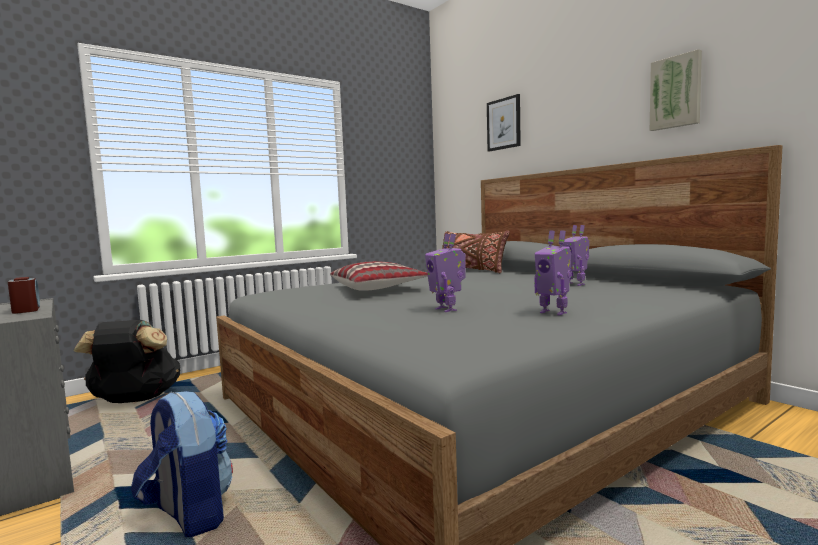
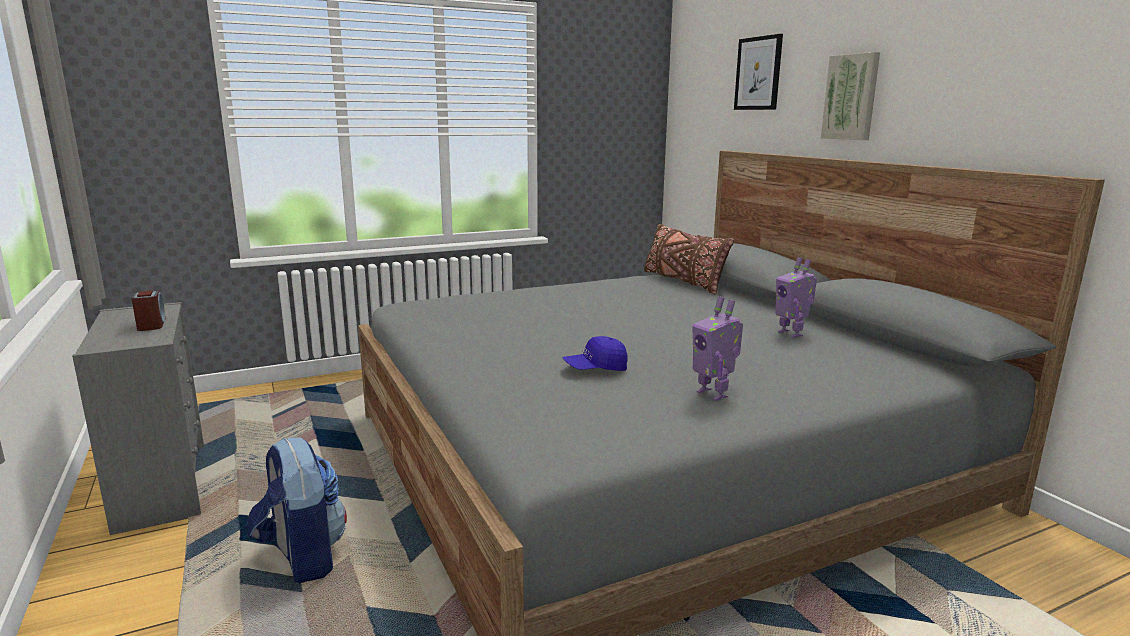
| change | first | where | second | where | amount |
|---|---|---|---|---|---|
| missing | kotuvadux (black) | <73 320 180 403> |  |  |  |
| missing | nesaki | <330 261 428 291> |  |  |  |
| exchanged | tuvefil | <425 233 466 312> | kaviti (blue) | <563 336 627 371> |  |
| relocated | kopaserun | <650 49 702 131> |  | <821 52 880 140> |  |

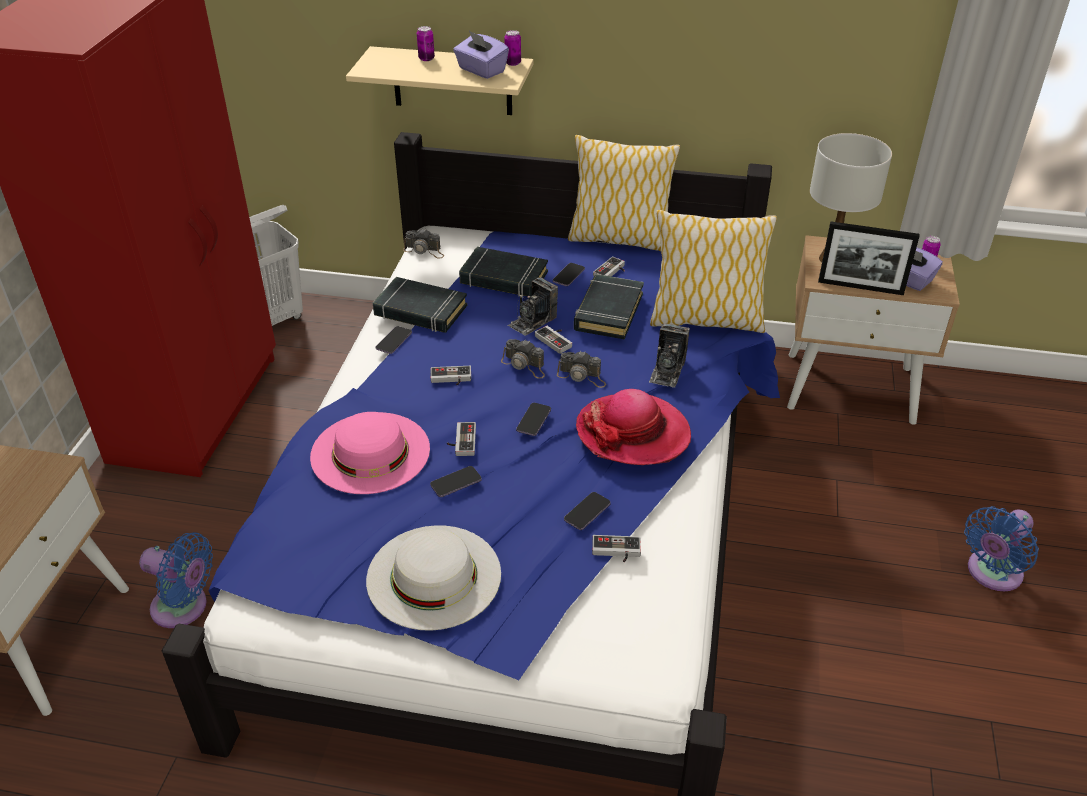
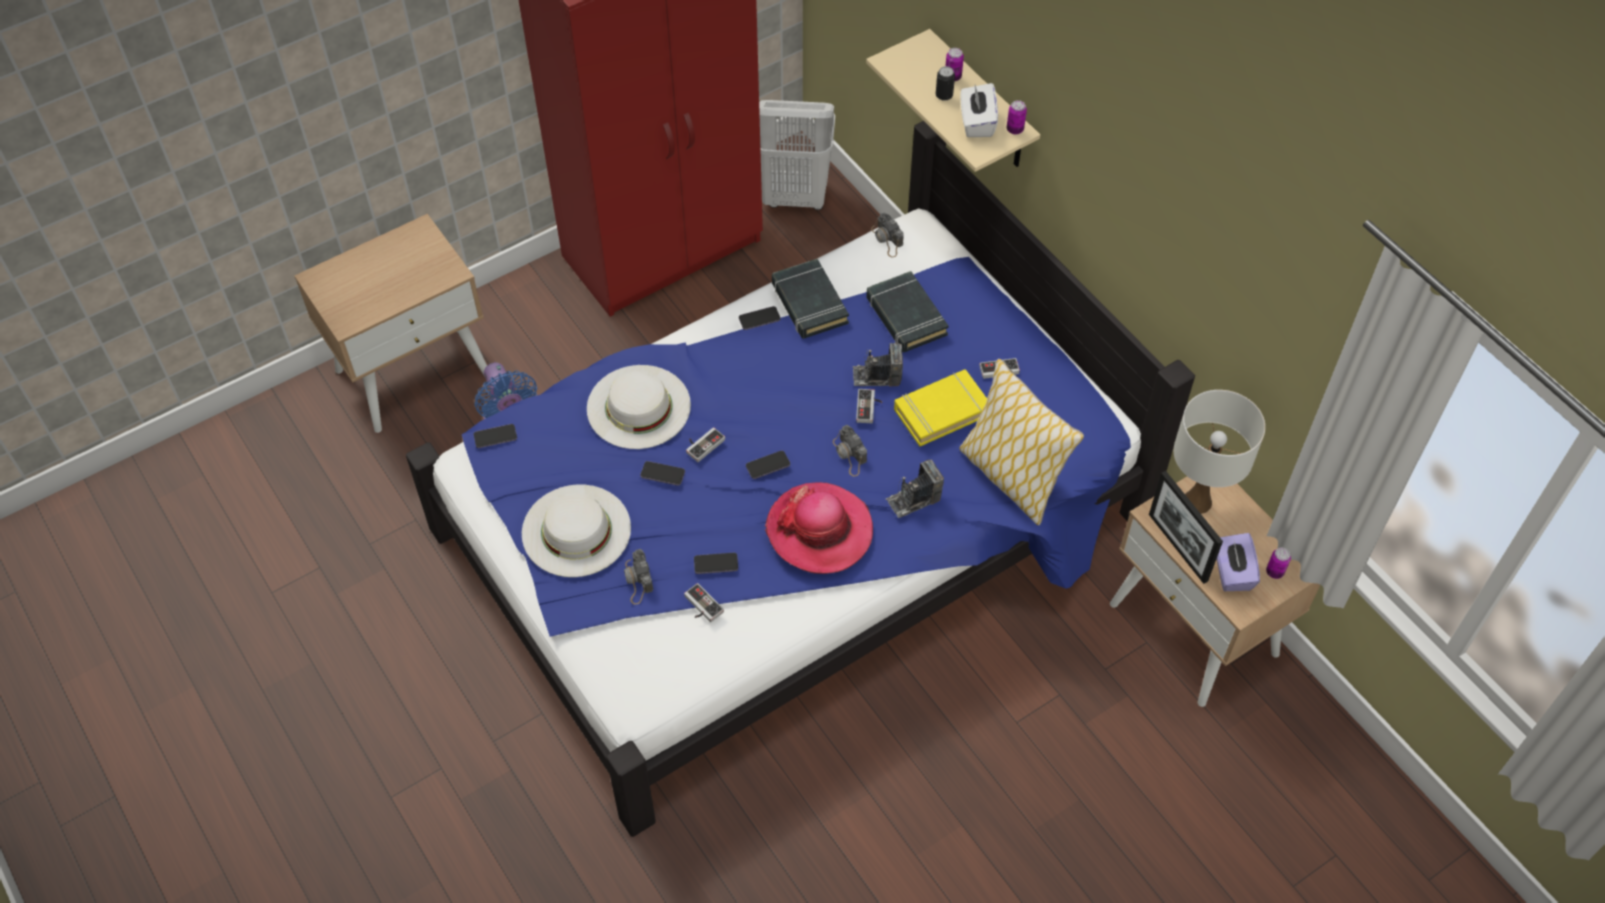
| change | first | where | second | where | amount |
|---|---|---|---|---|---|
| colour | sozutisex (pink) | <310 412 430 494> | sozutisex (white) | <587 365 691 449> |  |
| missing | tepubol | <430 366 471 385> |  |  |  |
| colour | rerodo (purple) | <453 31 509 79> | rerodo (white) | <960 83 998 137> |  |
| relocated | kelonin | <501 339 545 379> |  | <624 549 653 605> |  |
| relocated | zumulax | <553 263 585 286> |  | <474 424 517 448> |  |
| missing | nesaki | <568 135 680 251> |  |  |  |
| colour | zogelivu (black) | <574 274 644 340> | zogelivu (yellow) | <894 369 987 446> |  |
| missing | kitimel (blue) | <964 506 1039 591> |  |  |  |
| appeared |  |  | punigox | <936 66 955 101> |  |

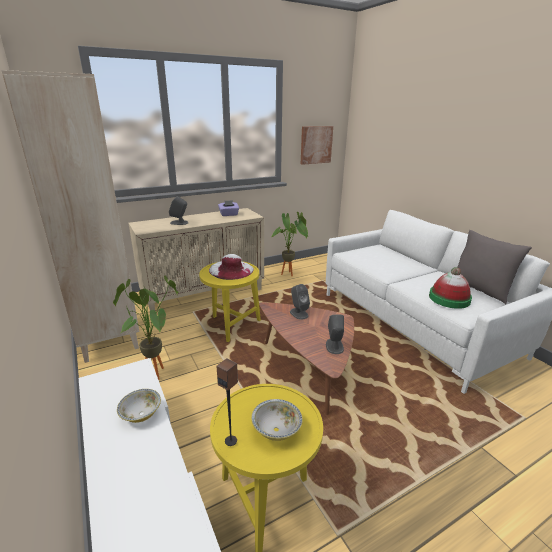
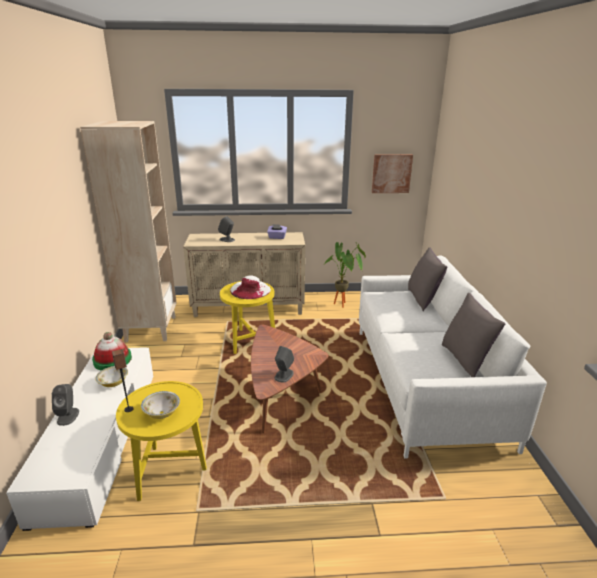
| change | first | where | second | where | amount |
|---|---|---|---|---|---|
| missing | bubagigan | <113 276 178 380> |  |  |  |
| relocated | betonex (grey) | <290 284 310 320> |  | <52 384 79 426> |  |
| relocated | sozutisex | <429 267 472 309> |  | <92 332 132 371> |  |
| appeared |  |  | nesaki (grey) | <408 247 447 311> |  |

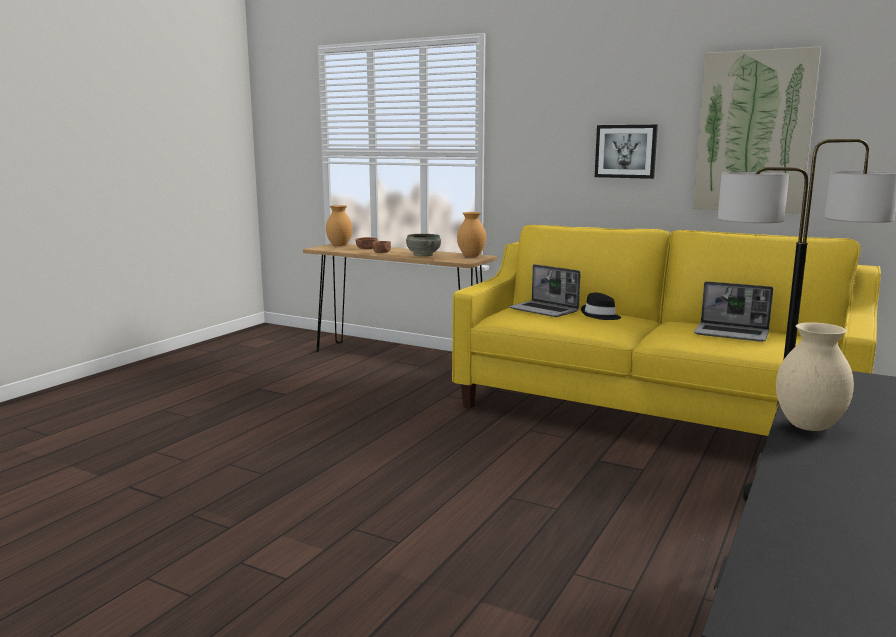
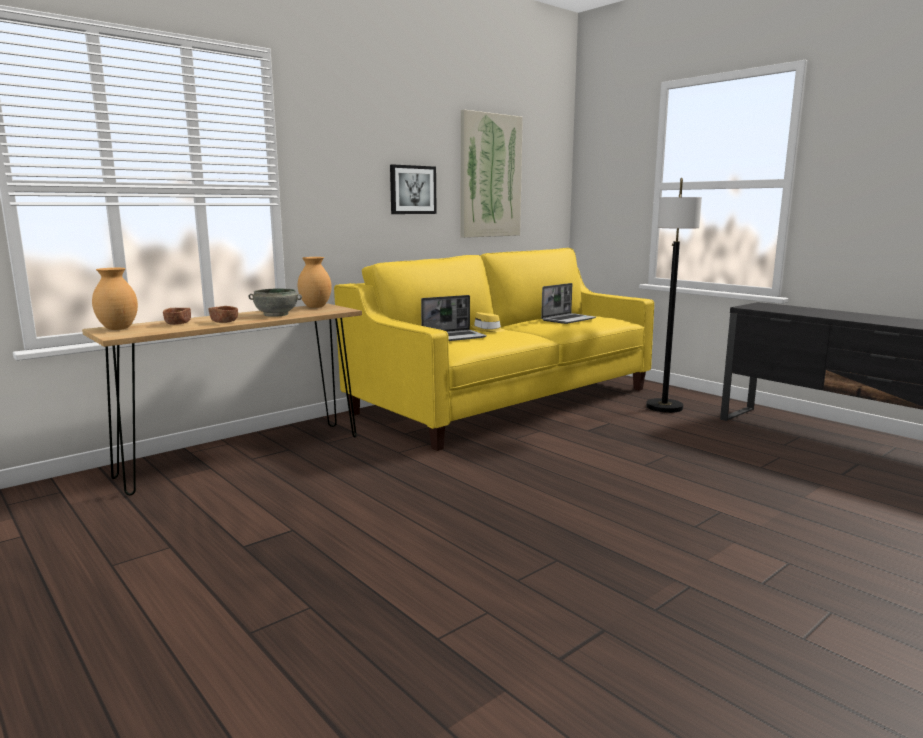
| change | first | where | second | where | amount |
|---|---|---|---|---|---|
| colour | sozutisex (black) | <581 292 621 320> | sozutisex (yellow) | <471 312 505 332> |  |
| missing | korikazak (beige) | <776 322 854 431> |  |  |  |

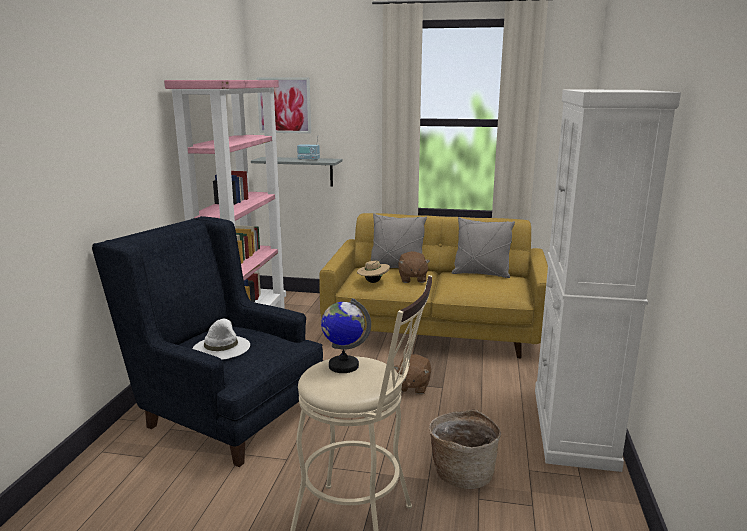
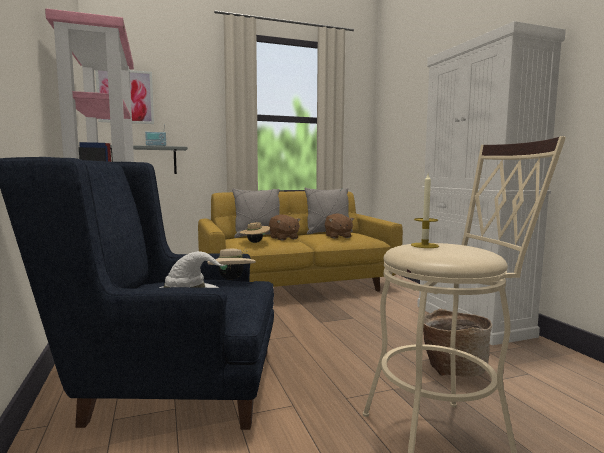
| change | first | where | second | where | amount |
|---|---|---|---|---|---|
| exchanged | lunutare | <321 298 371 373> | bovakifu | <411 174 439 248> |  |
| relocated | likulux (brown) | <394 354 431 394> |  | <325 213 354 239> |  |
| appeared |  |  | sozutisex (beige) | <207 248 256 280> |  |

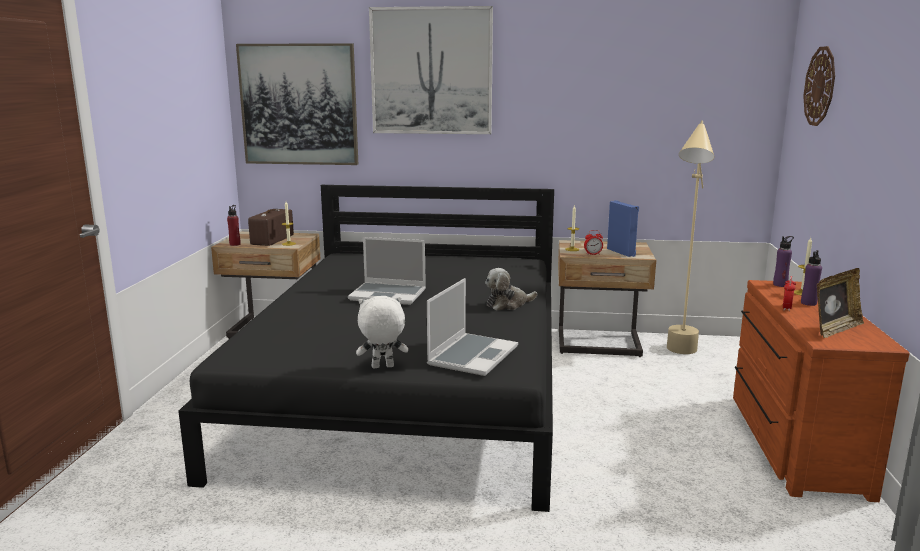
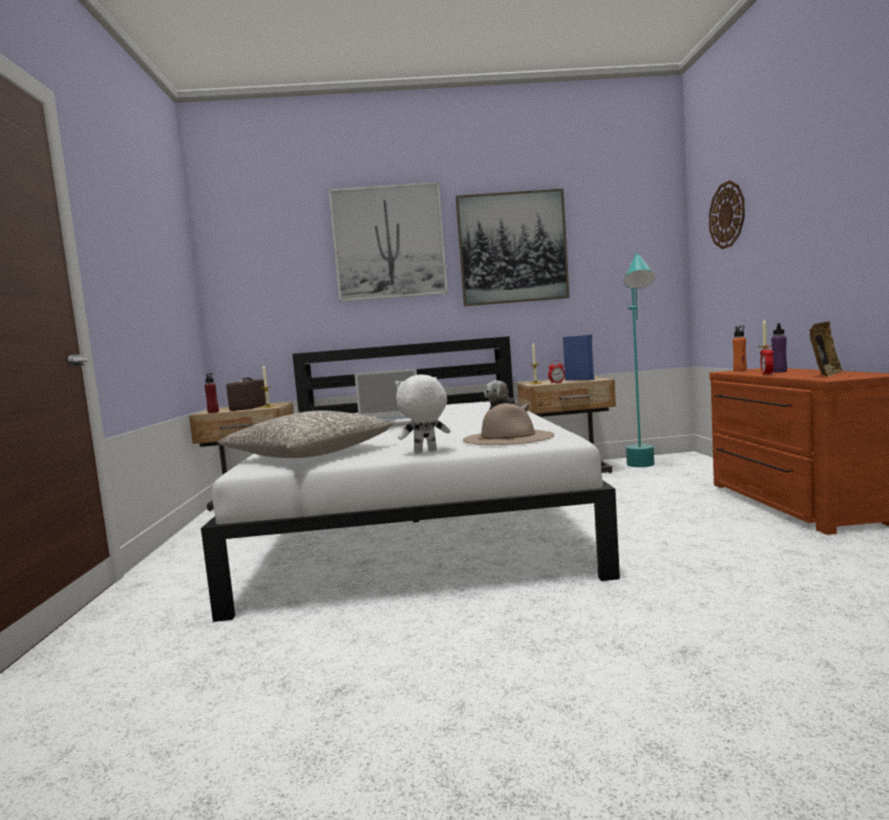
| change | first | where | second | where | amount |
|---|---|---|---|---|---|
| colour | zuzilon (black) | <178 185 554 512> | zuzilon (white) | <201 336 620 622> |  |
| relocated | kopaserun | <236 43 358 165> |  | <456 189 569 306> |  |
| exchanged | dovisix | <427 278 518 376> | sozutisex (beige) | <463 403 554 445> |  |
| colour | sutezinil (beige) | <667 120 715 354> | sutezinil (turquoise) | <624 252 655 467> |  |
| colour | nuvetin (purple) | <773 236 794 287> | nuvetin (orange) | <733 326 747 371> |  |
| appeared |  |  | nesaki (grey) | <218 411 393 458> |  |

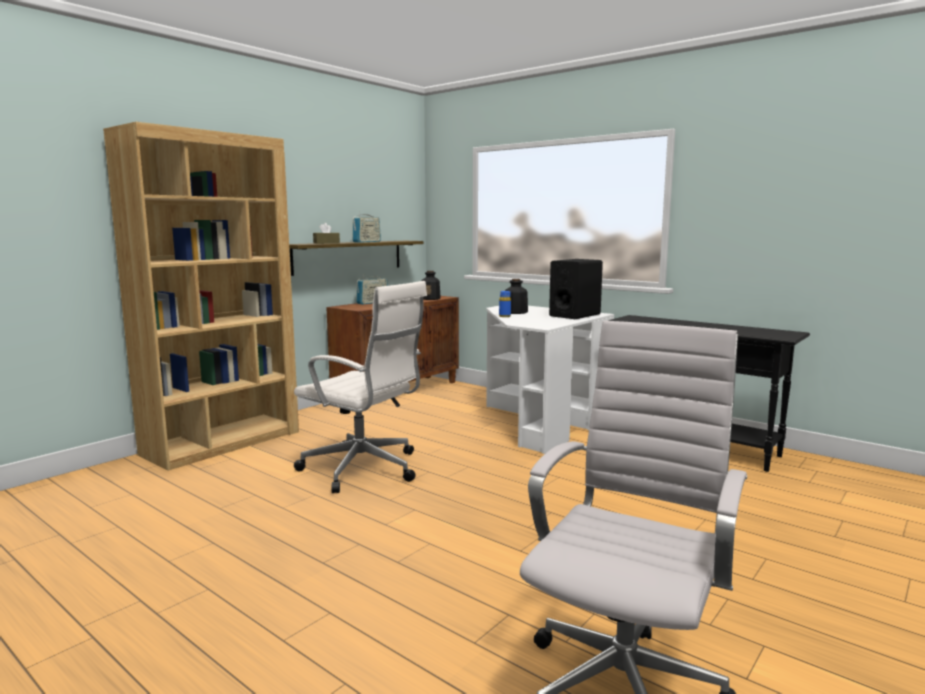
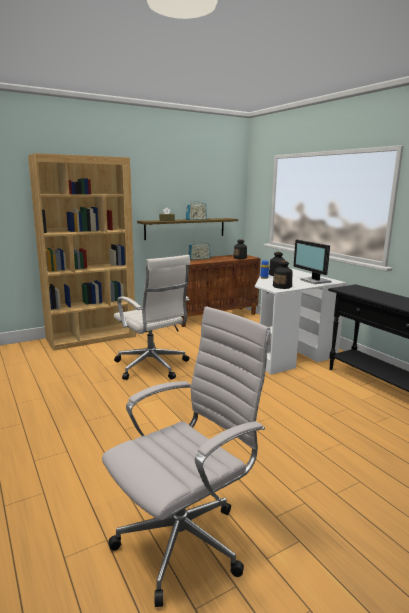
| change | first | where | second | where | amount |
|---|---|---|---|---|---|
| exchanged | betonex (black) | <549 259 603 319> | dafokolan | <293 240 331 284> |  |
| appeared |  |  | nuvetin | <273 261 292 289> |  |

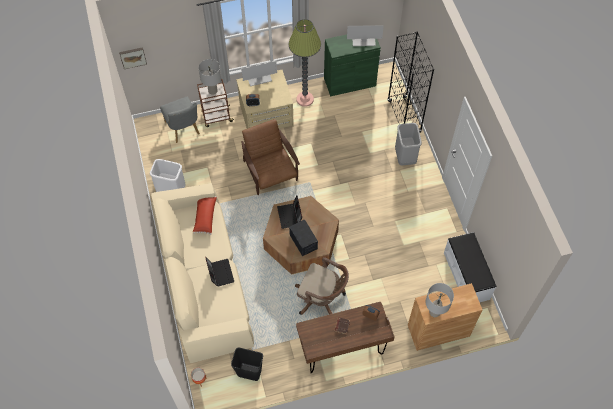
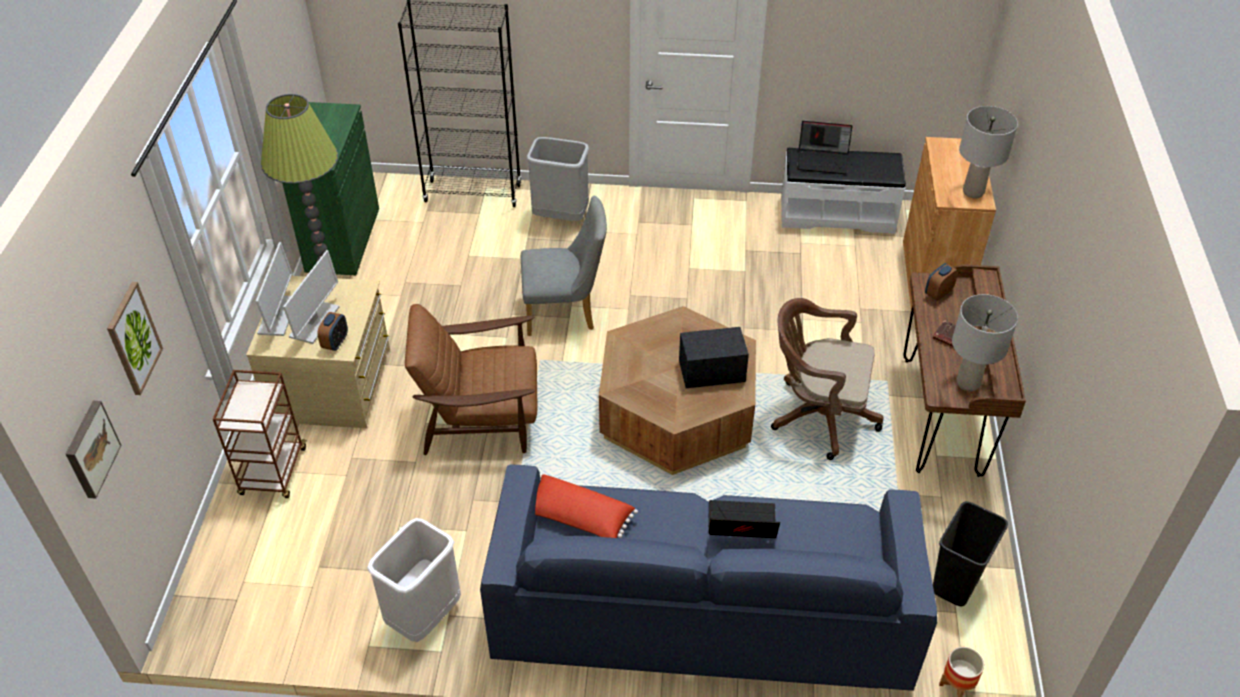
| change | first | where | second | where | amount |
|---|---|---|---|---|---|
| colour | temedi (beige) | <151 183 254 363> | temedi (blue) | <480 465 937 691> |  |
| relocated | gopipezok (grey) | <160 97 200 143> |  | <521 196 607 336> |  |
| relocated | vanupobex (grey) | <198 59 221 95> |  | <952 294 1018 391> |  |
| relocated | dovisix | <277 196 302 229> |  | <797 121 852 174> |  |
| spun | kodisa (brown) | <295 257 349 315> |  | <771 298 883 460> | 120 degrees counterclockwise |
| relocated | dafokolan | <347 25 384 46> |  | <283 250 339 344> |  |
| appeared |  |  | kopaserun | <107 282 163 395> |  |

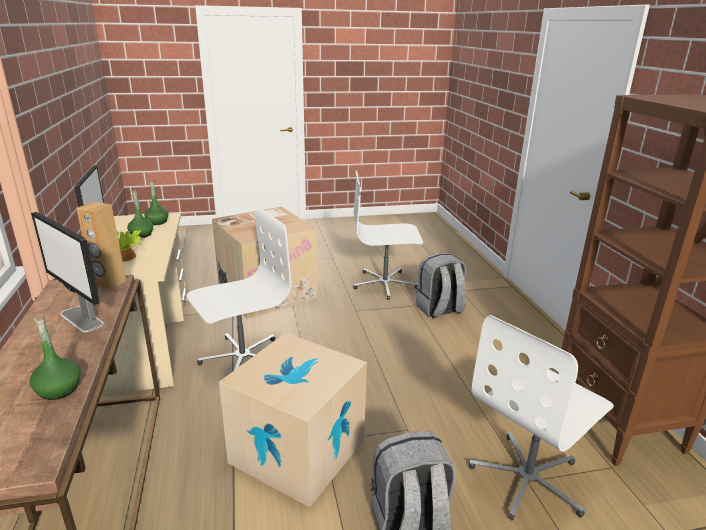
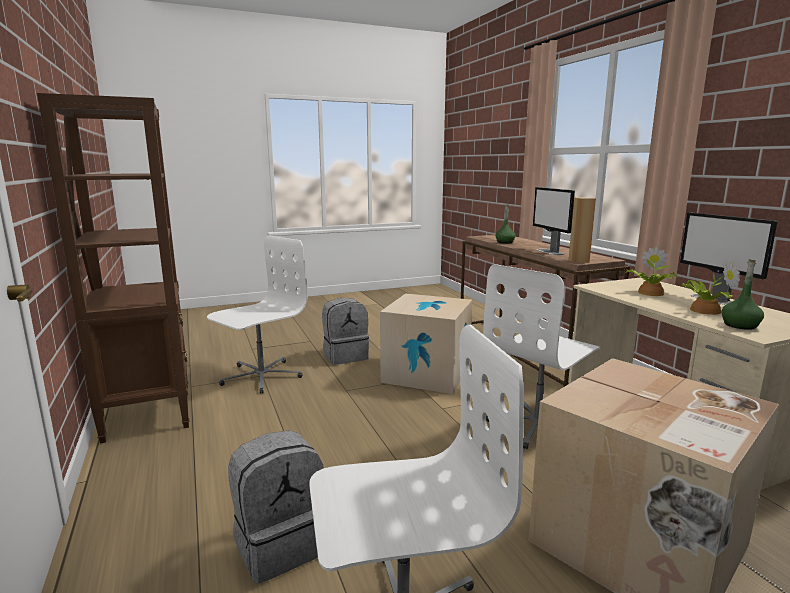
| change | first | where | second | where | amount |
|---|---|---|---|---|---|
| spun | dafokolan | <31 212 104 332> |  | <533 187 575 255> | 135 degrees counterclockwise |
| exchanged | nuvetin (green) | <127 190 153 238> | bubagigan | <681 261 740 315> |  |

